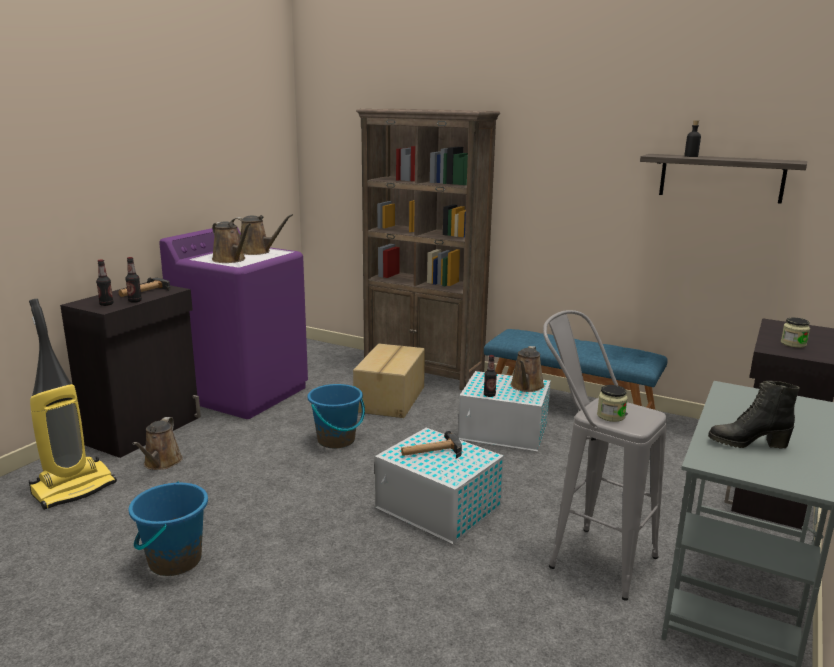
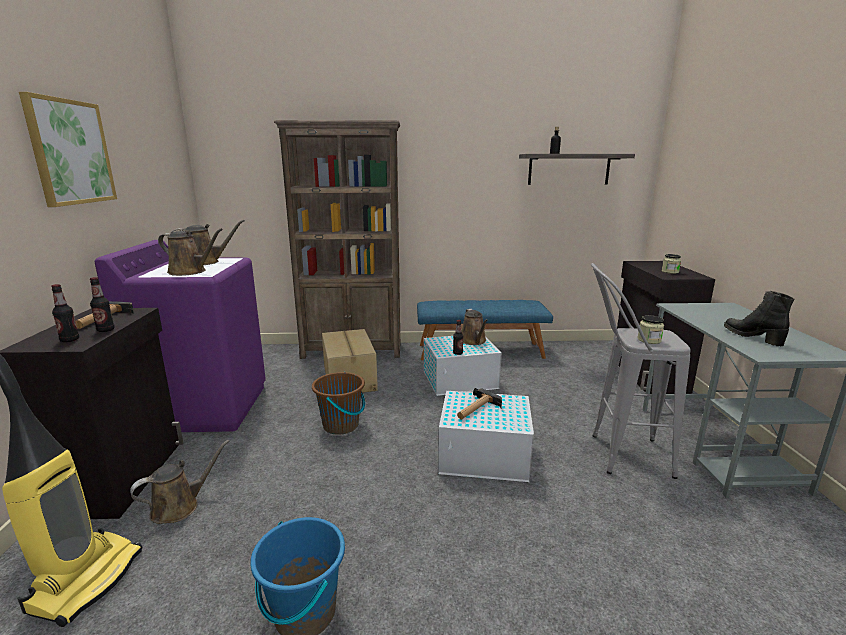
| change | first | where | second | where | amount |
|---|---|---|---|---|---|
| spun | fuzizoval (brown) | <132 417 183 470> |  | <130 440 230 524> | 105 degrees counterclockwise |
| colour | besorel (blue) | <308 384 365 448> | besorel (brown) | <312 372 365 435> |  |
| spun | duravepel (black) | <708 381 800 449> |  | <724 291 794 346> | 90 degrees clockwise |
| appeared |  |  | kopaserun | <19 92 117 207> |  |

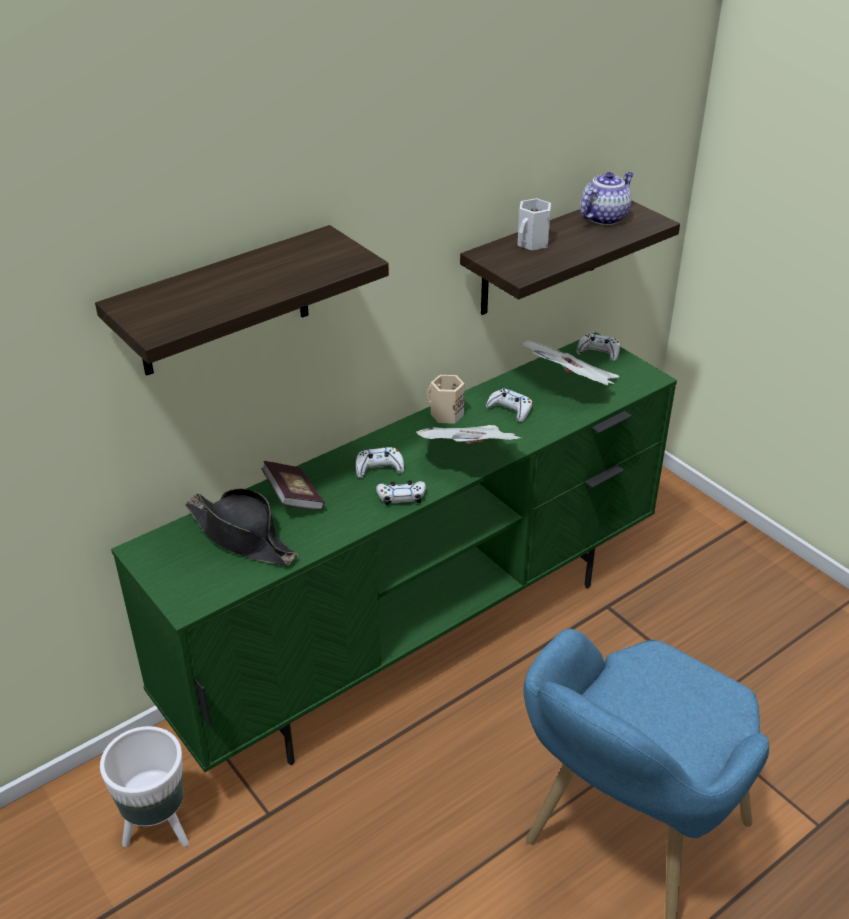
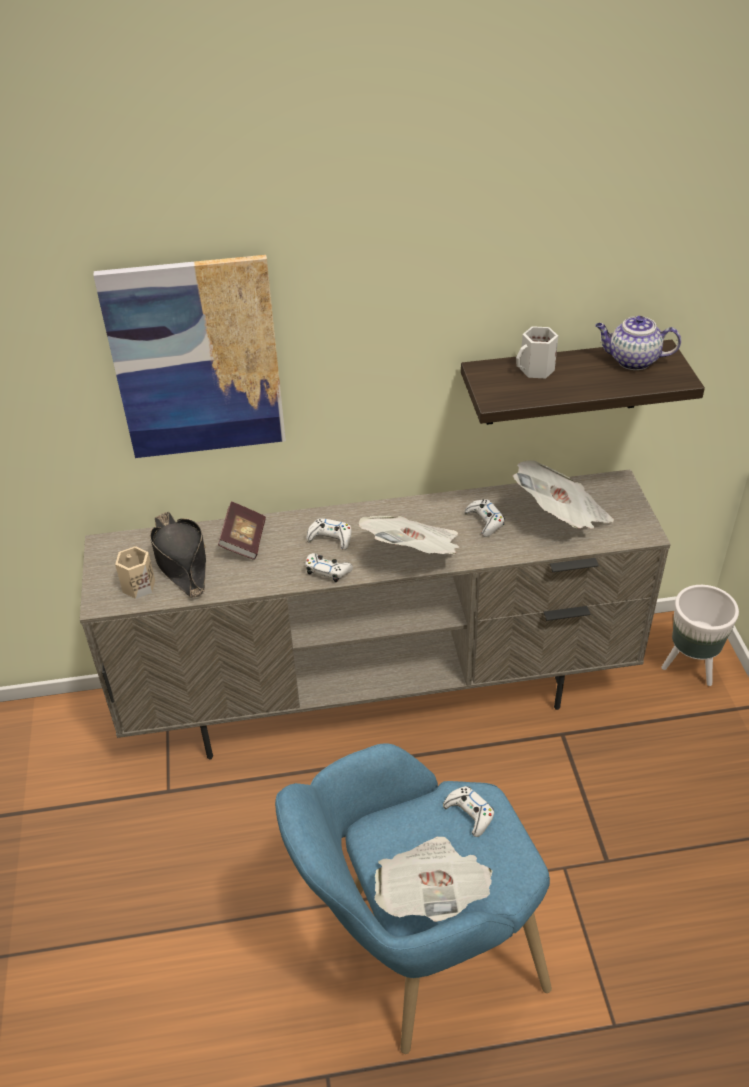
| change | first | where | second | where | amount |
|---|---|---|---|---|---|
| exchanged | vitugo | <95 225 389 376> | kopaserun | <93 255 286 458> |  |
| relocated | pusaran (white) | <100 726 189 847> |  | <661 585 739 686> |  |
| colour | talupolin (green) | <111 332 677 772> | talupolin (beige) | <80 469 671 760> |  |
| relocated | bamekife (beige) | <426 375 465 424> |  | <115 546 155 599> |  |
| relocated | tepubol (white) | <576 334 620 361> |  | <443 786 494 837> |  |
| spun | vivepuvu | <580 172 633 225> |  | <595 316 681 370> | 150 degrees counterclockwise |
| appeared |  |  | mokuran | <374 837 492 922> |  |

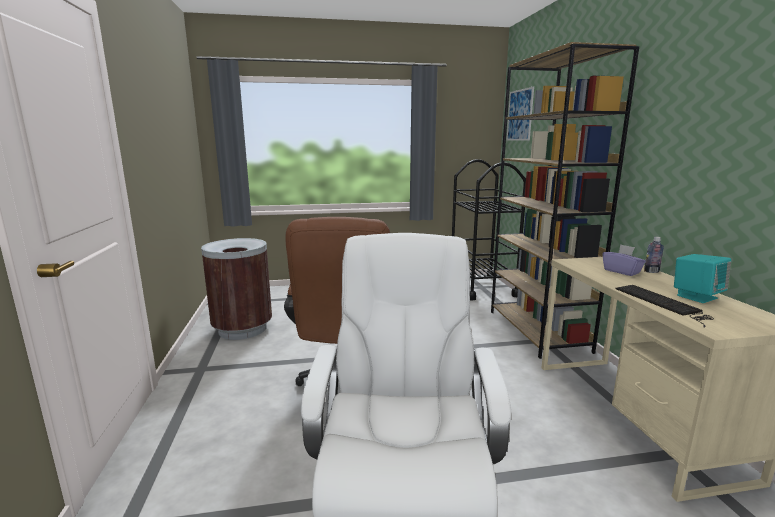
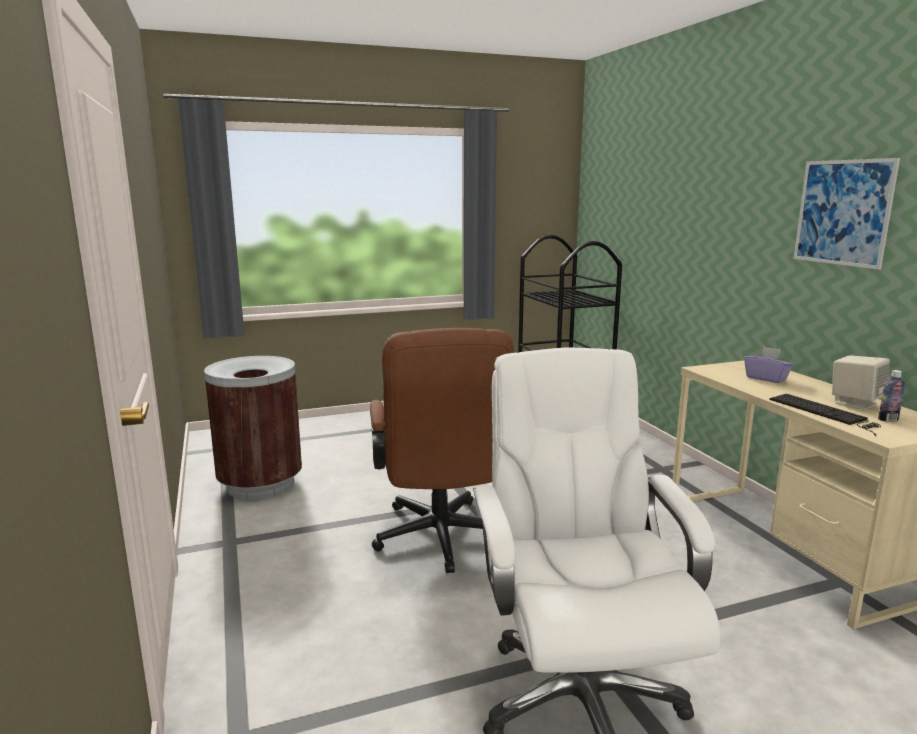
| change | first | where | second | where | amount |
|---|---|---|---|---|---|
| missing | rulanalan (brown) | <491 42 639 359> |  |  |  |
| relocated | kopaserun | <507 87 534 141> |  | <794 158 900 270> |  |
| relocated | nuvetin | <644 237 664 273> |  | <878 370 905 422> |  |
| colour | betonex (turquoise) | <674 254 731 303> | betonex (beige) | <832 355 890 410> |  |

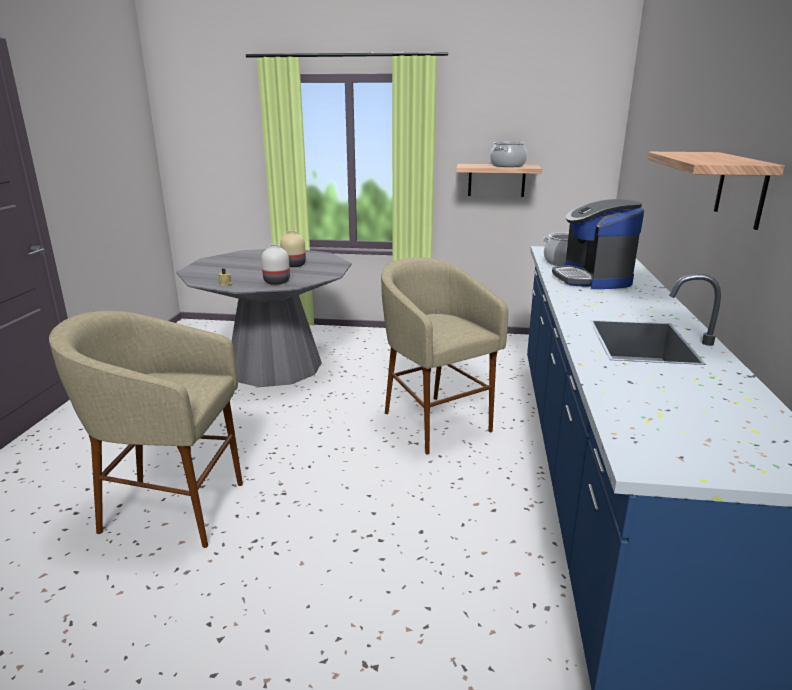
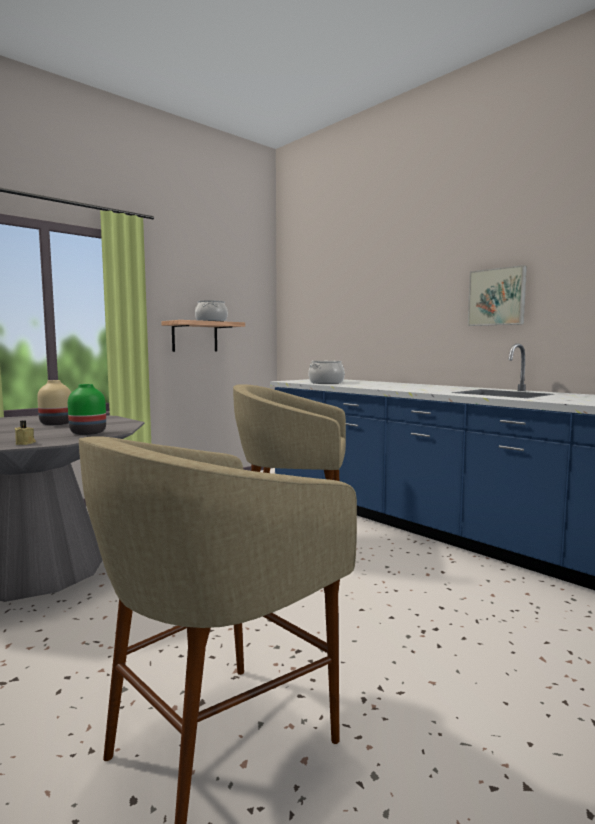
| change | first | where | second | where | amount |
|---|---|---|---|---|---|
| colour | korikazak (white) | <261 244 290 285> | korikazak (green) | <68 384 106 435> |  |
| missing | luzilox | <552 199 644 289> |  |  |  |
| exchanged | vitugo | <648 152 785 230> | kopaserun | <468 265 527 326> |  |

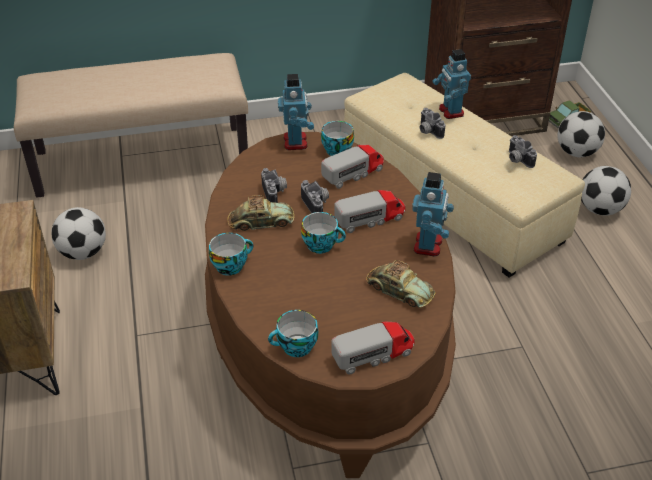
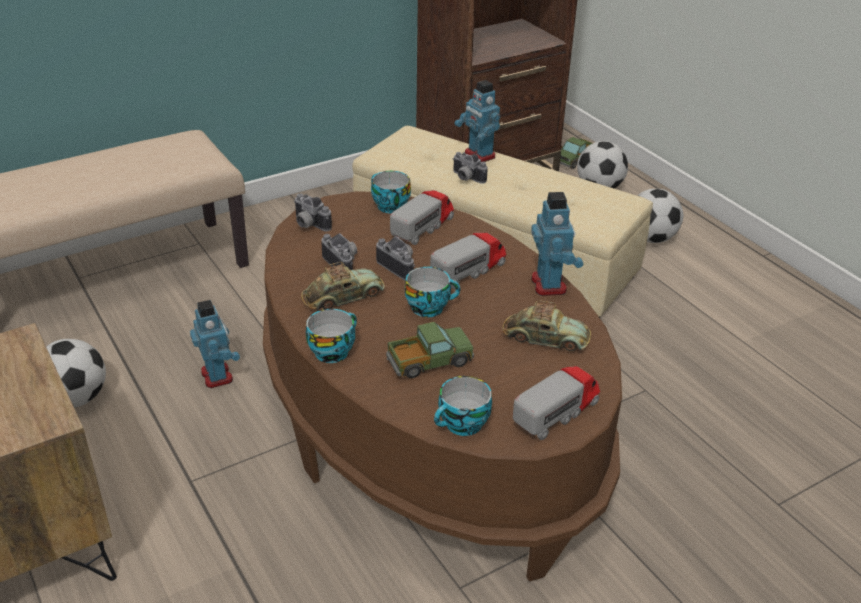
| change | first | where | second | where | amount |
|---|---|---|---|---|---|
| relocated | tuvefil | <278 74 314 150> |  | <190 300 240 388> |  |
| relocated | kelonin | <509 135 537 168> |  | <294 193 332 231> |  |
| appeared |  |  | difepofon | <386 322 474 378> |  |

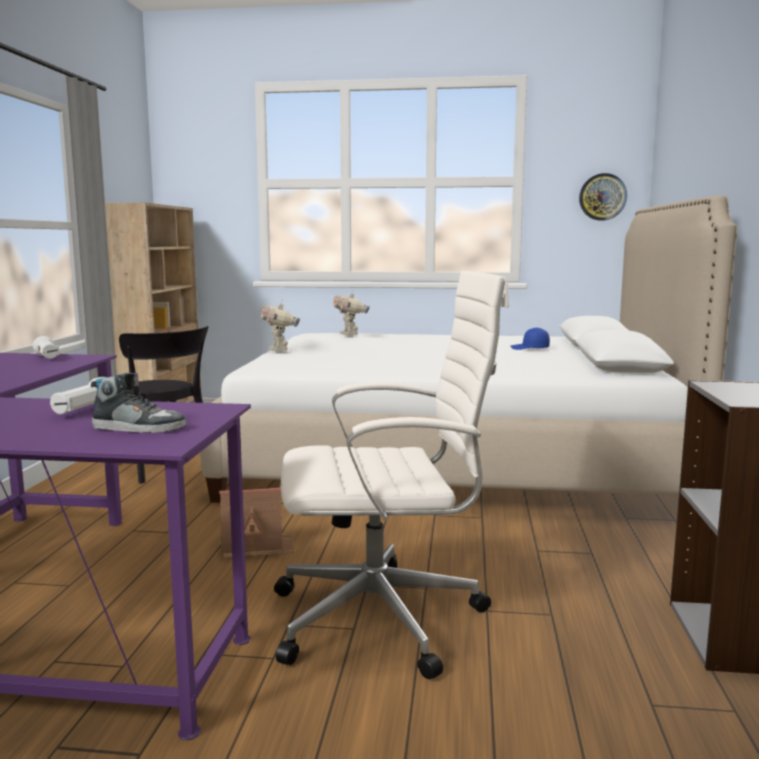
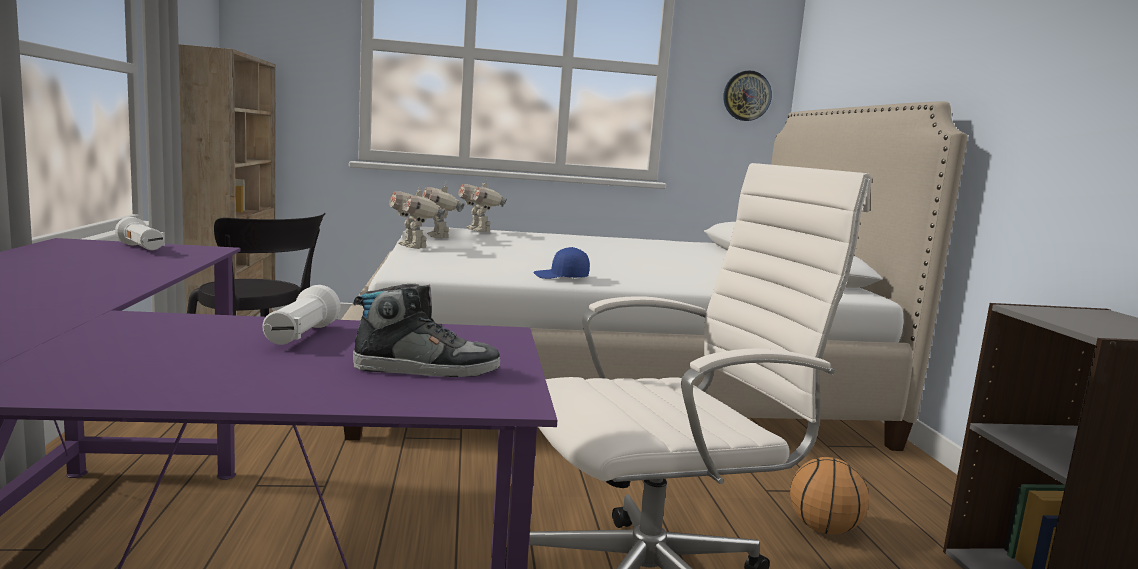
| change | first | where | second | where | amount |
|---|---|---|---|---|---|
| missing | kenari | <219 488 294 558> |  |  |  |
| relocated | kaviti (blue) | <510 327 550 350> |  | <533 247 590 279> |  |
| appeared |  |  | tuvefil | <422 181 465 239> |  |
| appeared |  |  | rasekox | <790 457 869 535> |  |

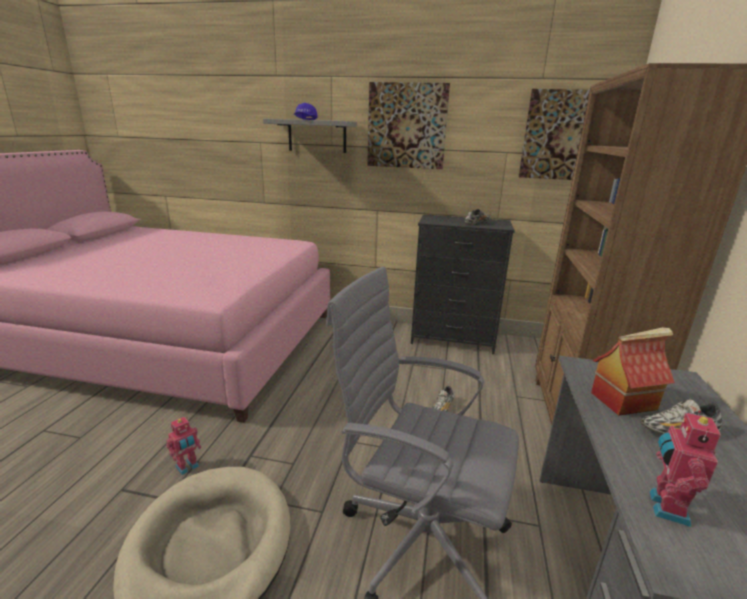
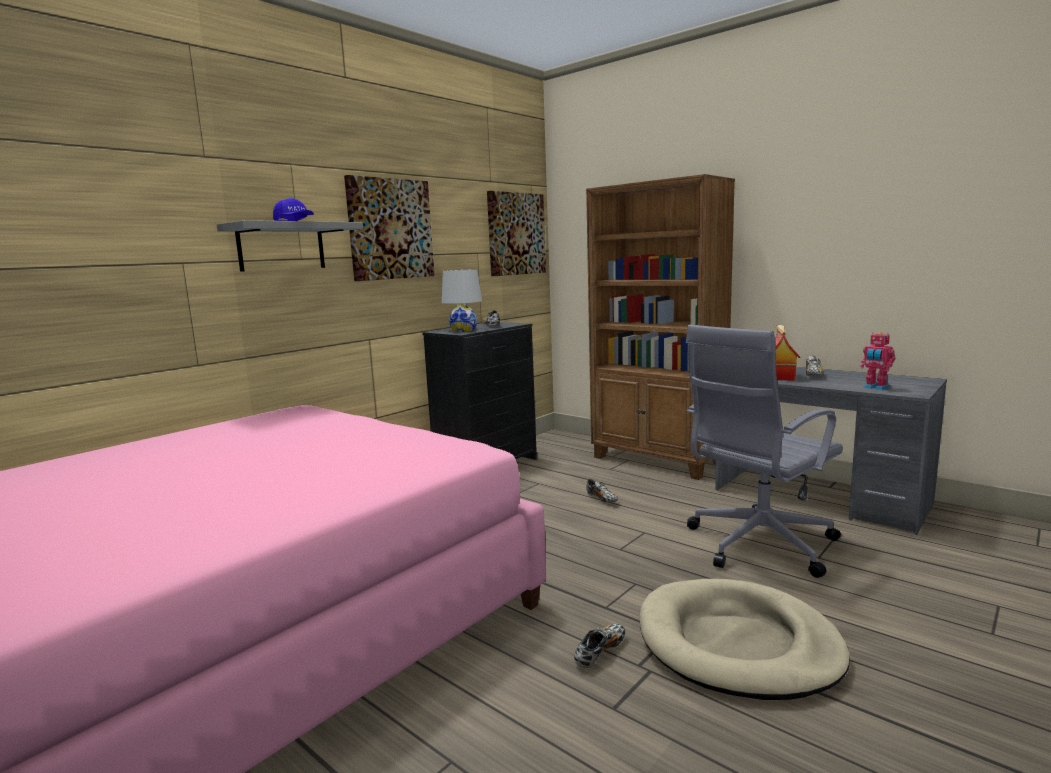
| change | first | where | second | where | amount |
|---|---|---|---|---|---|
| exchanged | tuvefil | <166 417 201 475> | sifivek | <574 624 625 668> |  |
| appeared |  |  | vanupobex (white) | <442 269 482 332> |  |

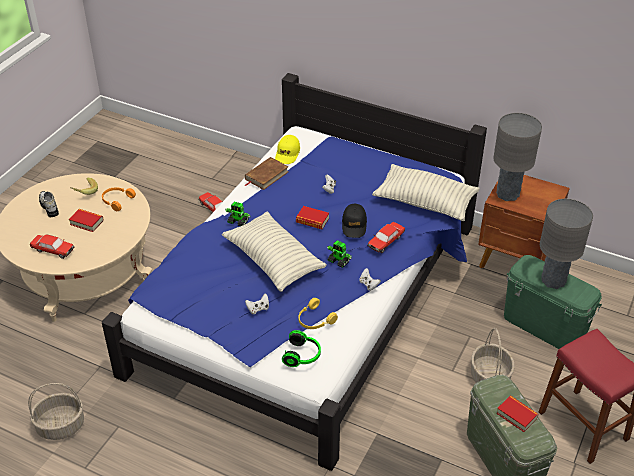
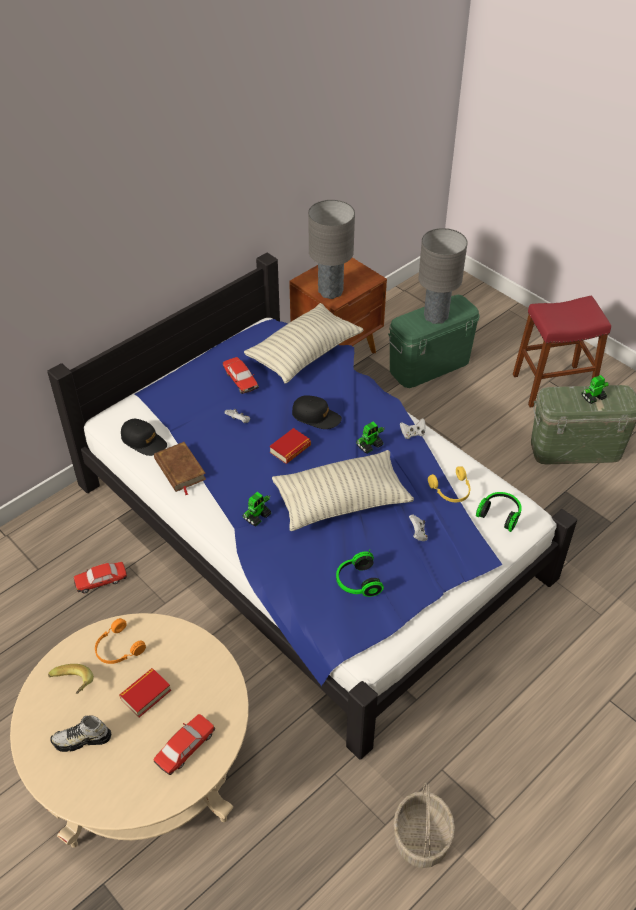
| change | first | where | second | where | amount |
|---|---|---|---|---|---|
| colour | kaviti (yellow) | <275 135 300 164> | kaviti (black) | <121 419 167 456> |  |
| relocated | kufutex | <367 222 405 253> |  | <223 357 259 394> |  |
| missing | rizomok | <471 328 515 383> |  |  |  |
| exchanged | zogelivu | <496 396 538 432> | tuvefil | <581 375 609 404> |  |
| appeared |  |  | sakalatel | <336 549 384 597> |  |

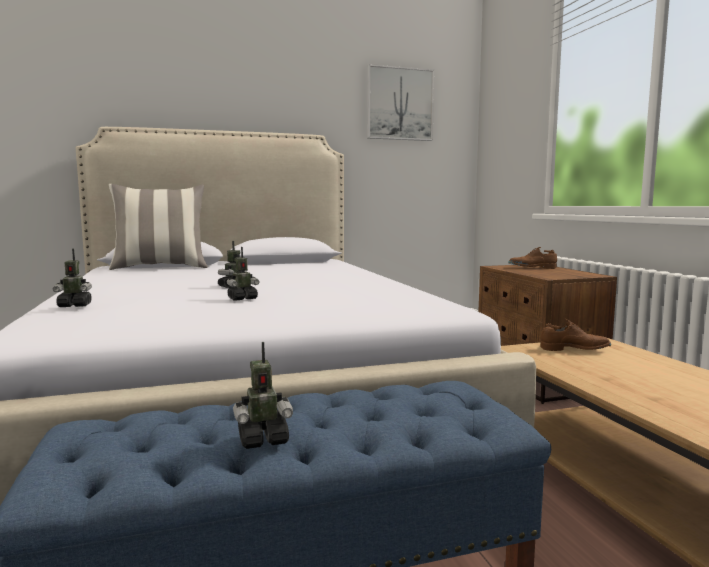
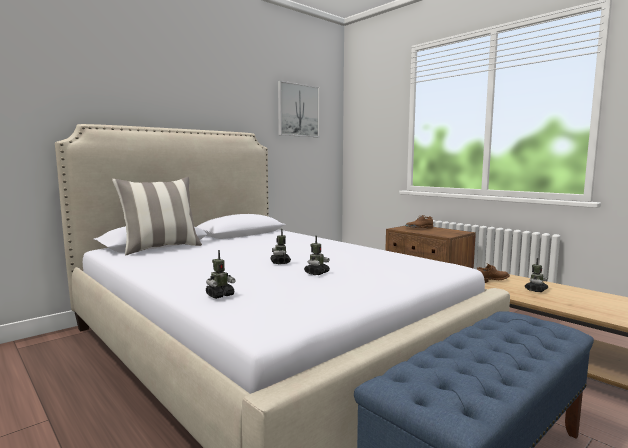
| change | first | where | second | where | amount |
|---|---|---|---|---|---|
| relocated | tuvefil | <233 342 293 449> |  | <525 258 548 292> |  |

